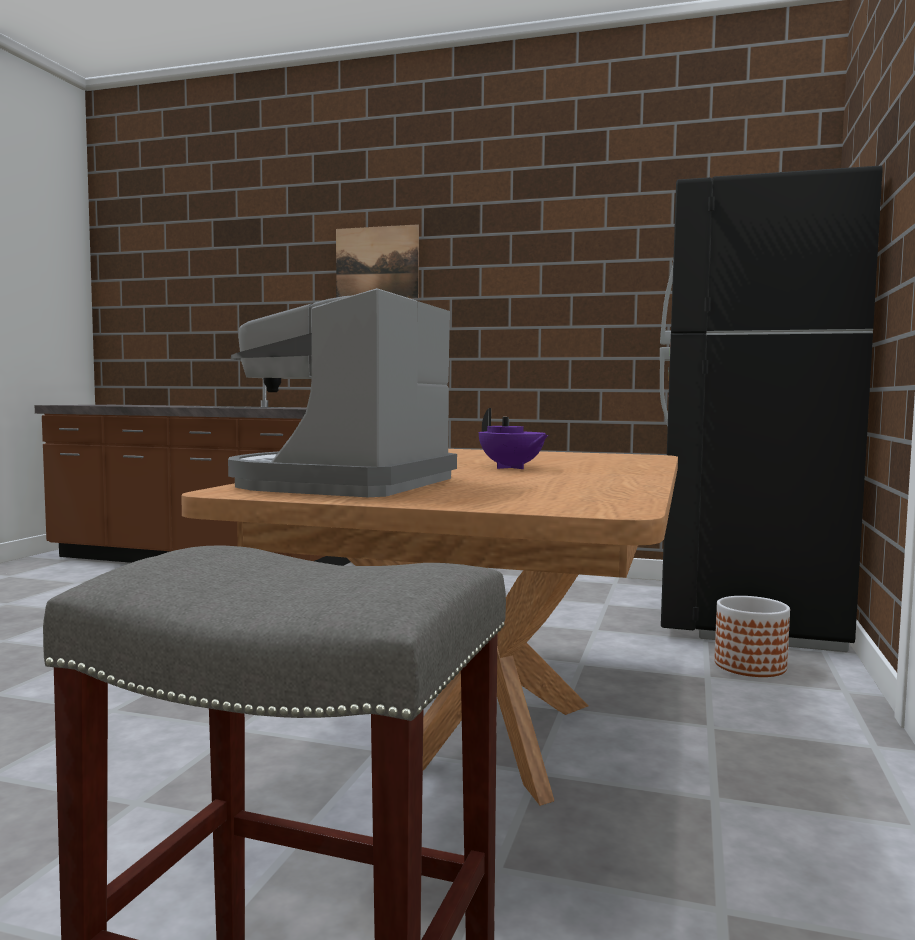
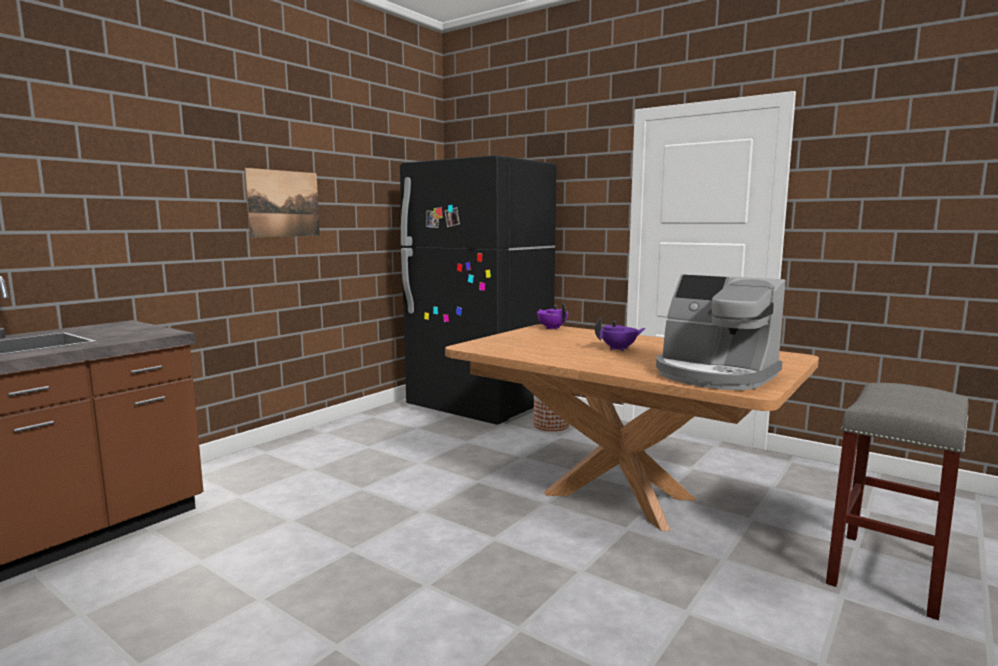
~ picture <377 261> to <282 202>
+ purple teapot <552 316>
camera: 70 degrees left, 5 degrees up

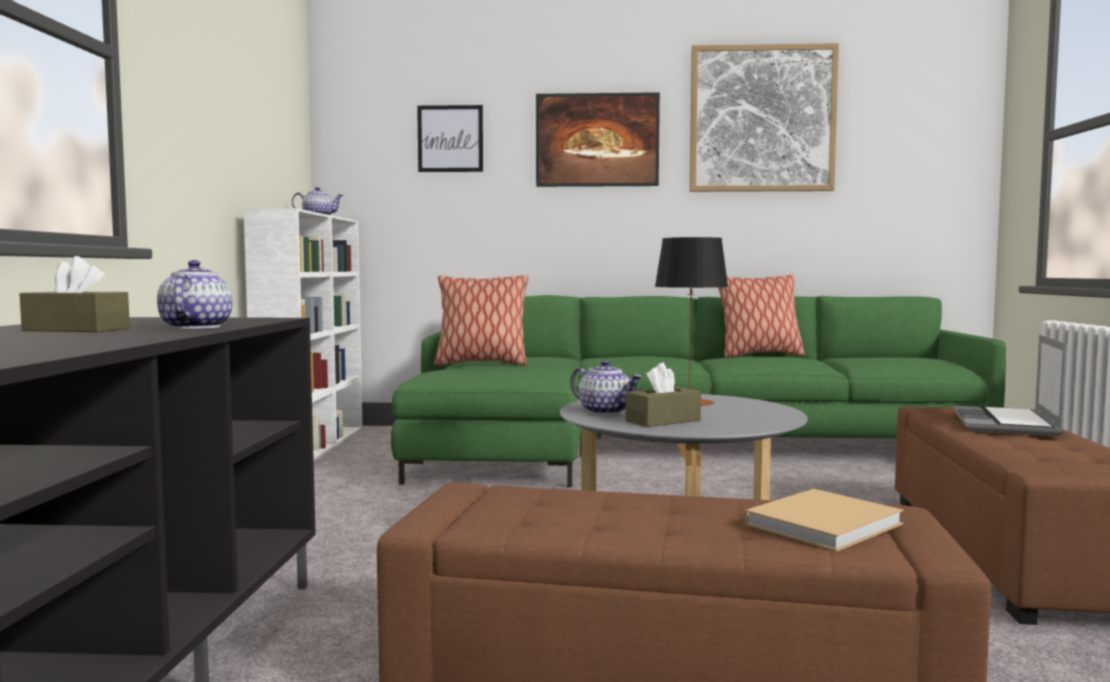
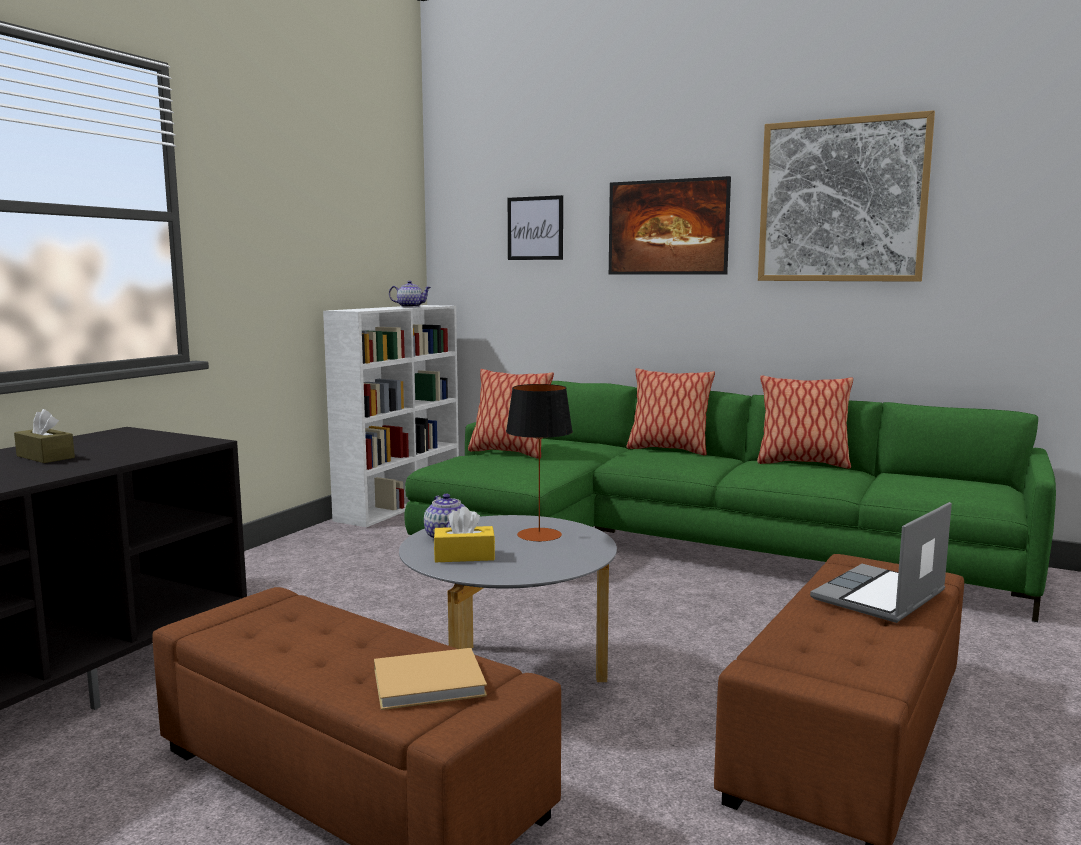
- teapot <195 294>
~ brown tissue box <663 394> to yellow tissue box <464 534>
+ pillow <671 411>
camera: 25 degrees right, 5 degrees up

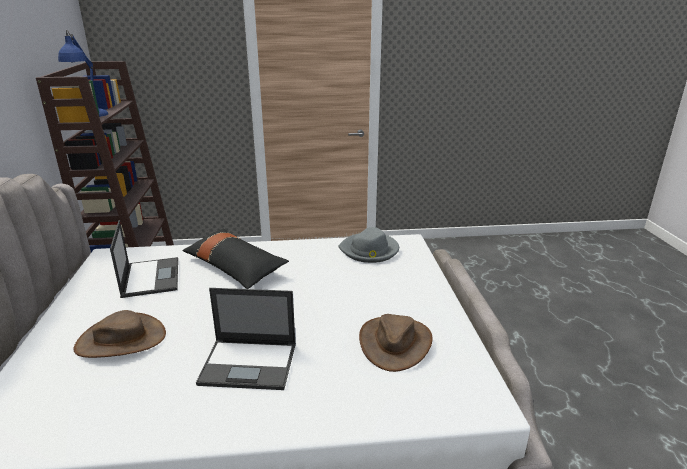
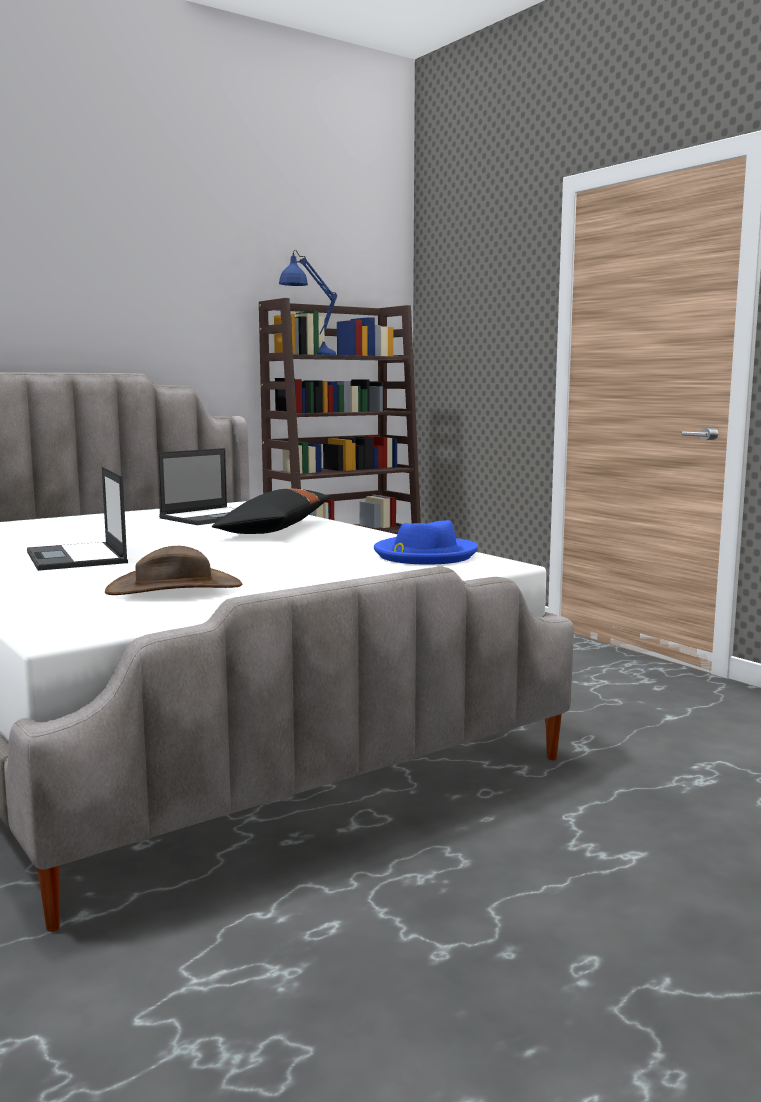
- brown hat <120 334>
~ grey hat <368 245> to blue hat <426 542>
camera: 60 degrees right, 15 degrees down

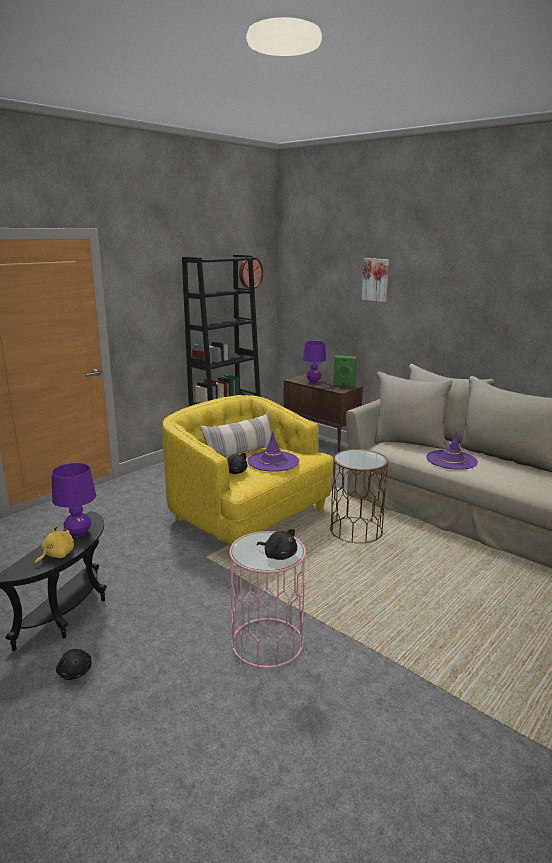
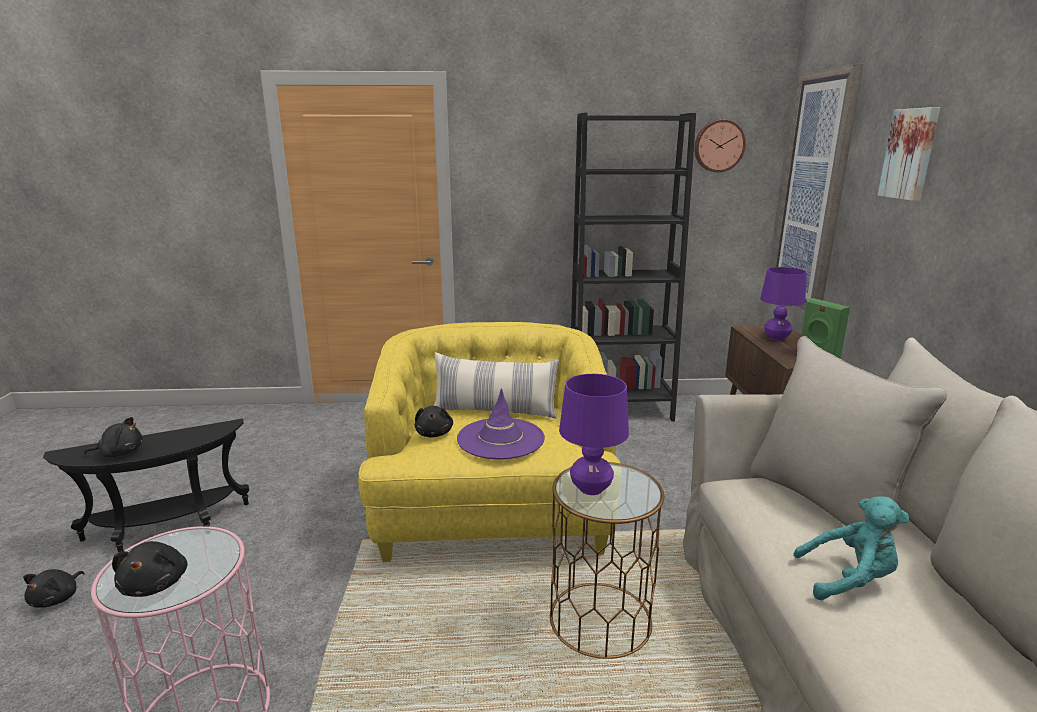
~ yellow plush toy <54 545> to black plush toy <113 437>
~ purple table lamp <73 500> to <594 434>
~ purple hat <452 451> to turquoise plush toy <851 548>
+ picture <818 187>
camera: 45 degrees right, 0 degrees up

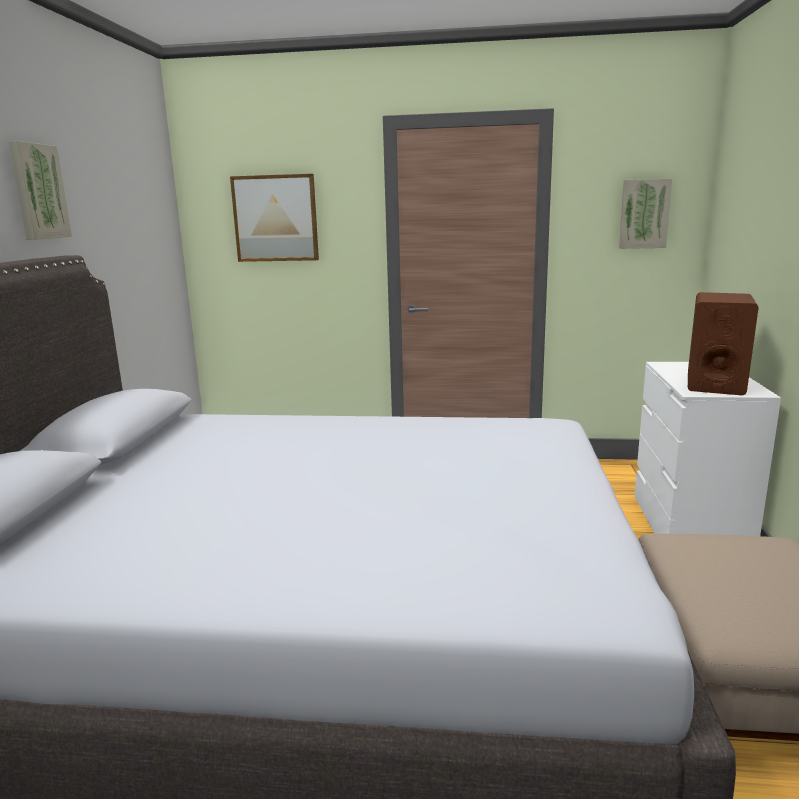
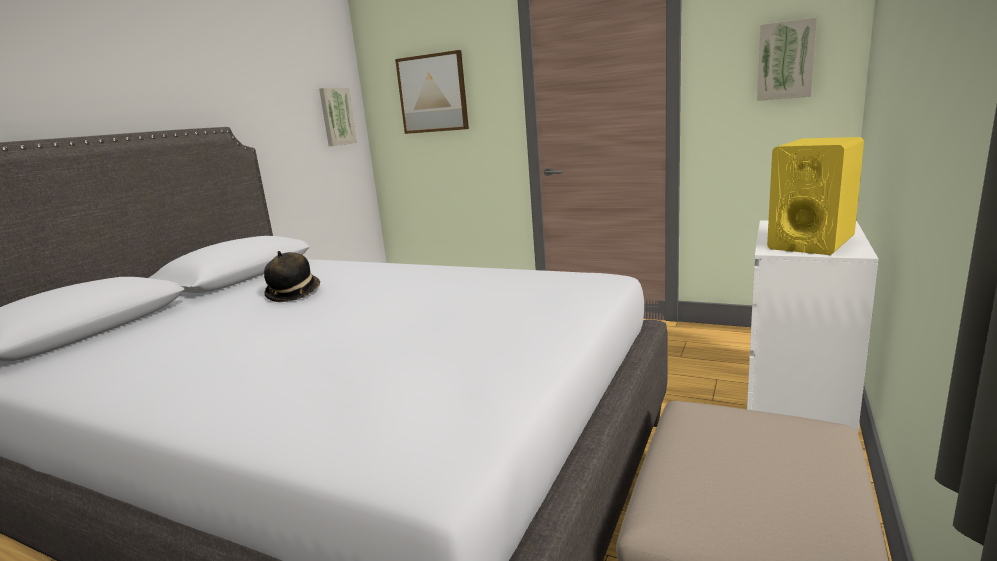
~ picture <40 190> to <338 117>
~ brown speaker <723 343> to yellow speaker <815 196>
+ hat <292 276>
camera: 20 degrees right, 0 degrees up

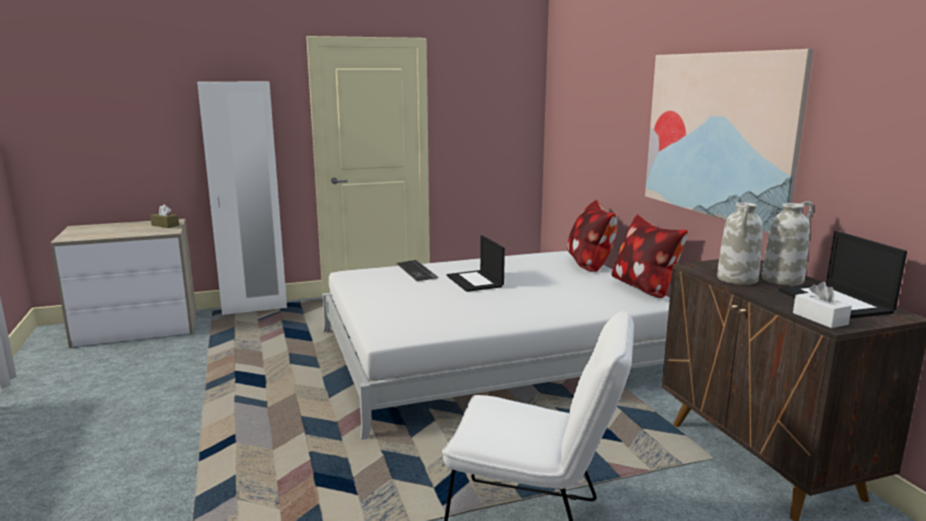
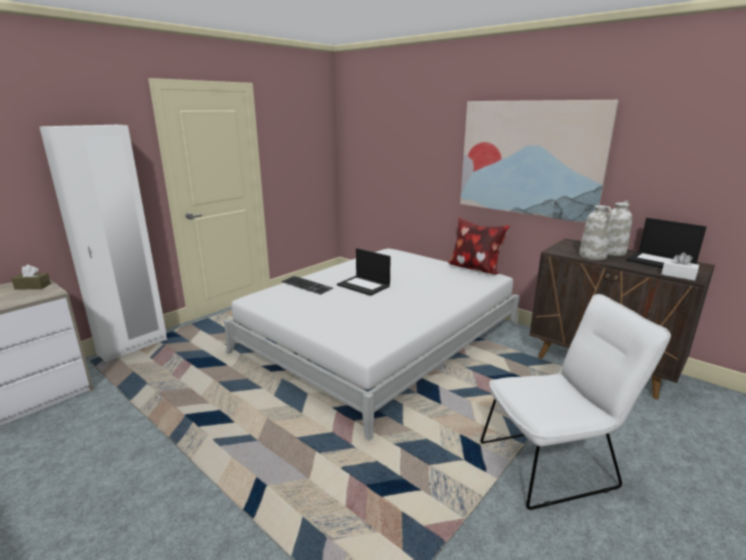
- pillow <592 236>
camera: 30 degrees left, 5 degrees up

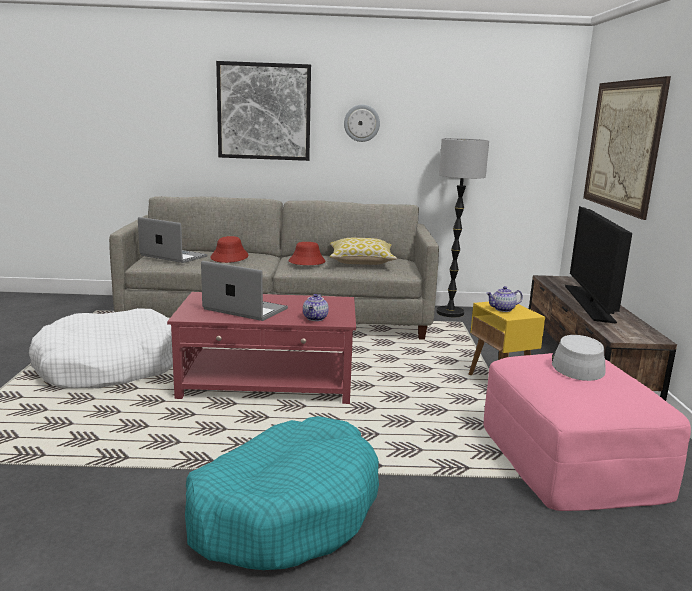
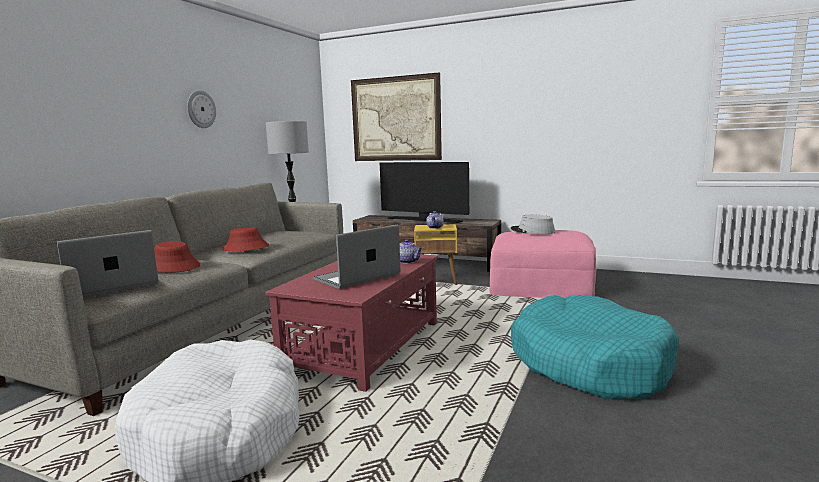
- picture <263 111>
- pillow <363 251>
camera: 65 degrees left, 5 degrees down

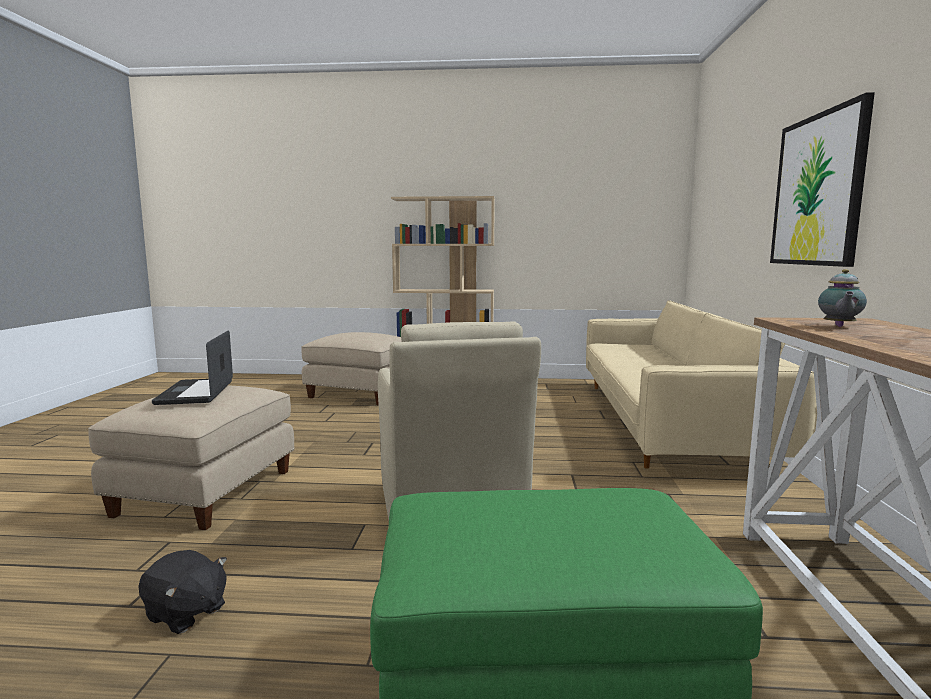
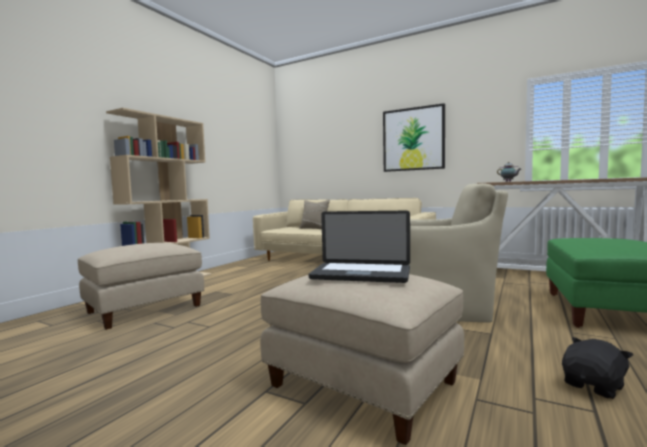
+ beige pillow <314 214>
camera: 65 degrees left, 5 degrees down

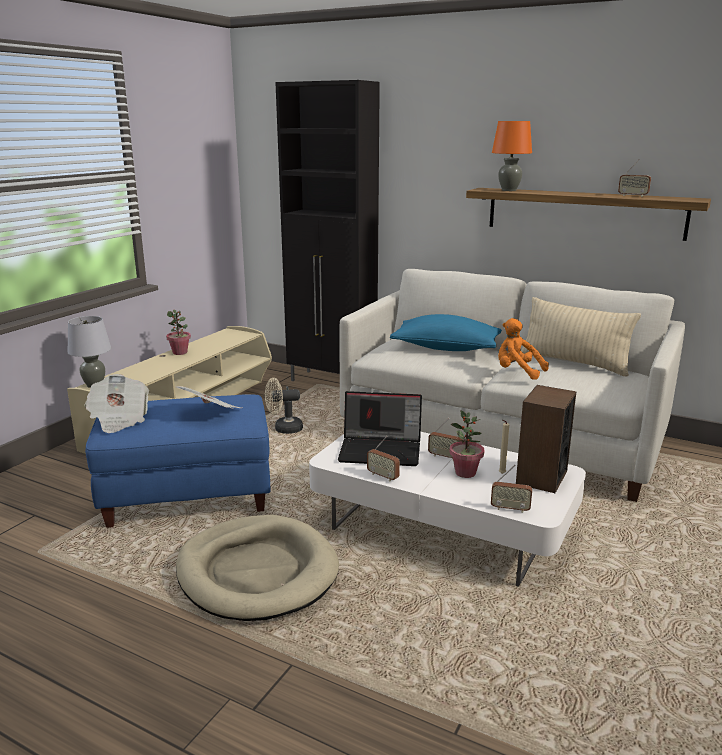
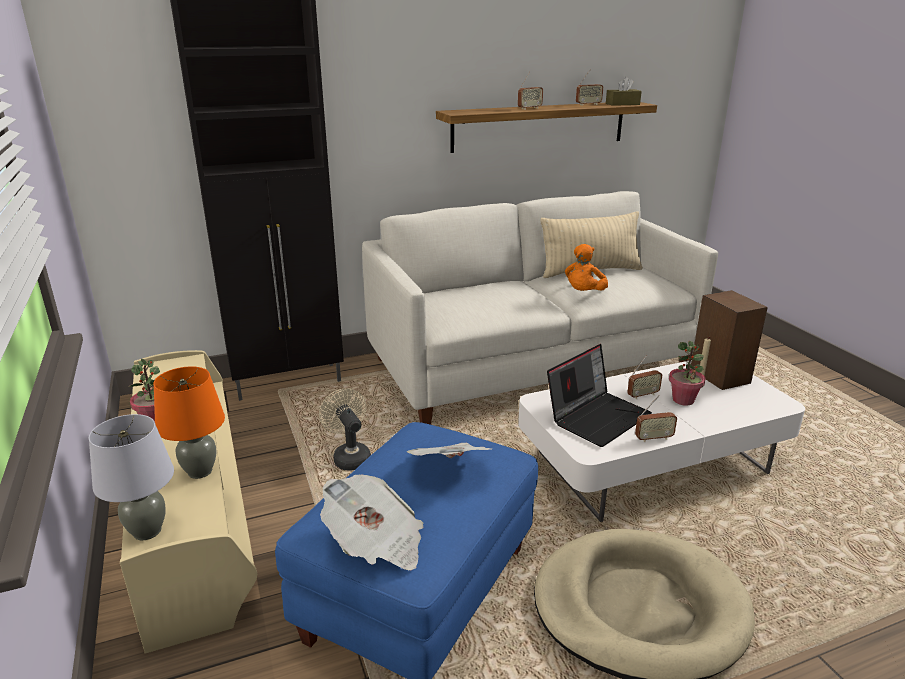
~ beige fan <284 406> = <345 429> 120 degrees clockwise
- blue pillow <446 332>
~ radio <511 489> to <530 91>
~ orange table lamp <512 156> to <189 422>
~ orange plush toy <523 349> = <586 267> 45 degrees counterclockwise
+ brown tissue box <624 91>
camera: 50 degrees left, 5 degrees up

